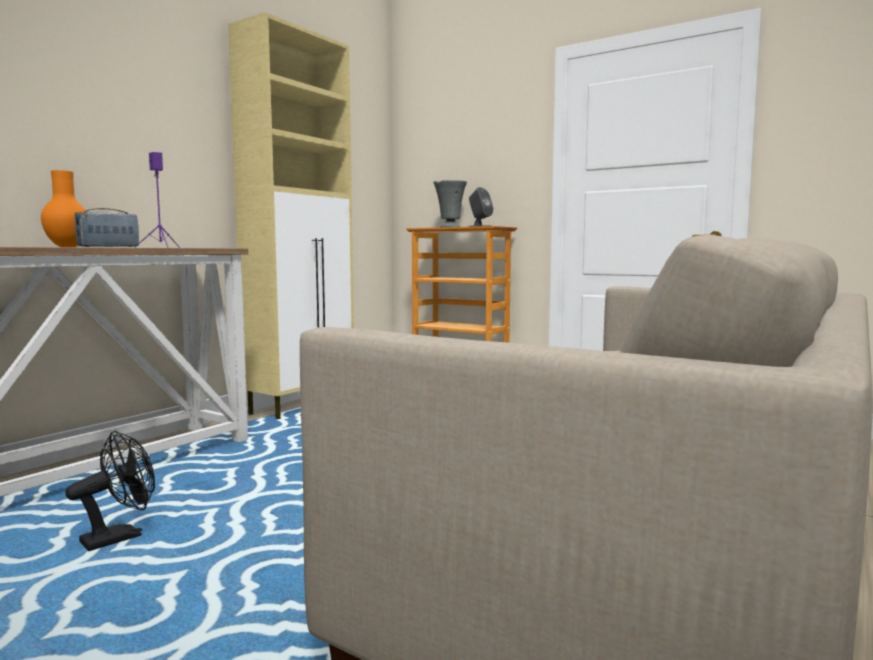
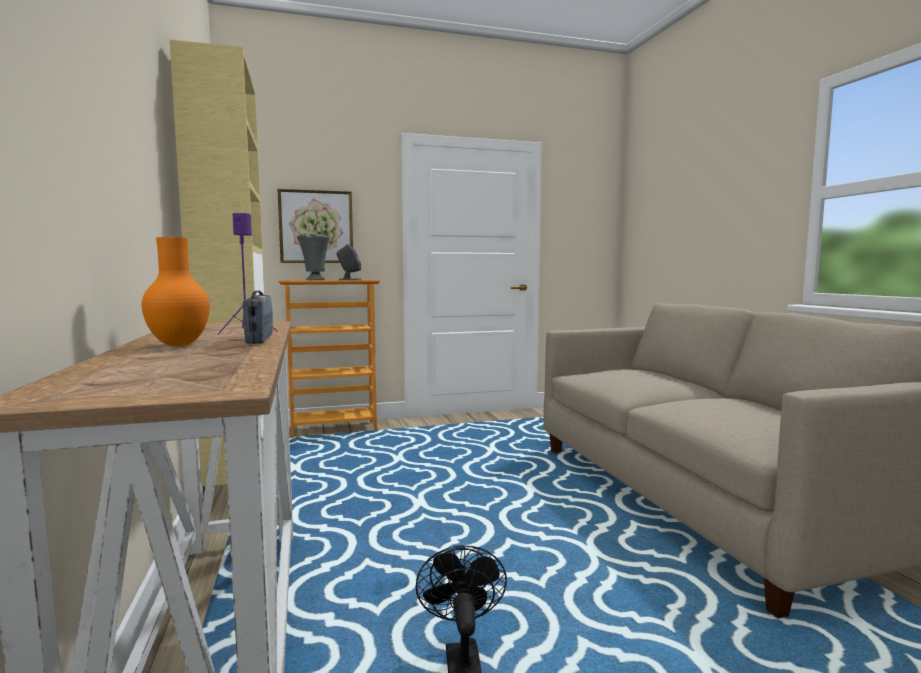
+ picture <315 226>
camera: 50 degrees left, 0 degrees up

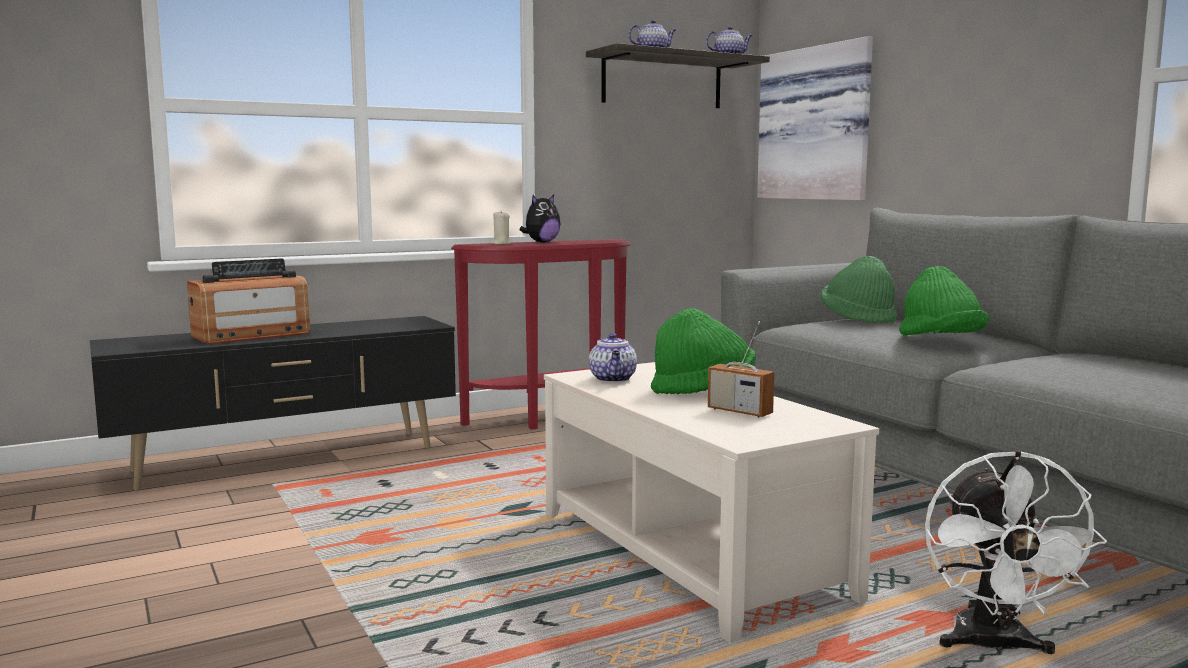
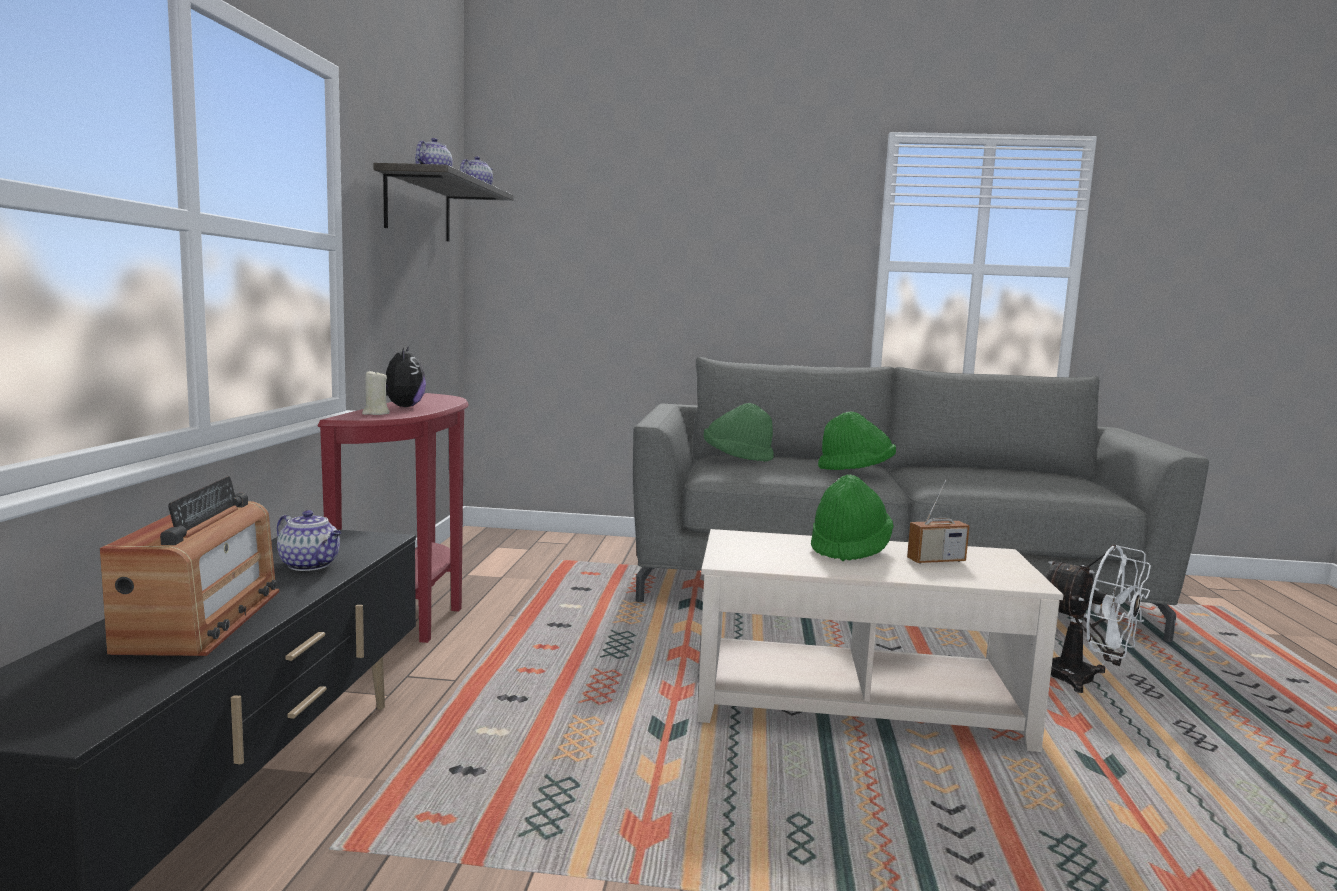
~ teapot <613 358> to <309 540>
- picture <815 118>
camera: 55 degrees left, 0 degrees up

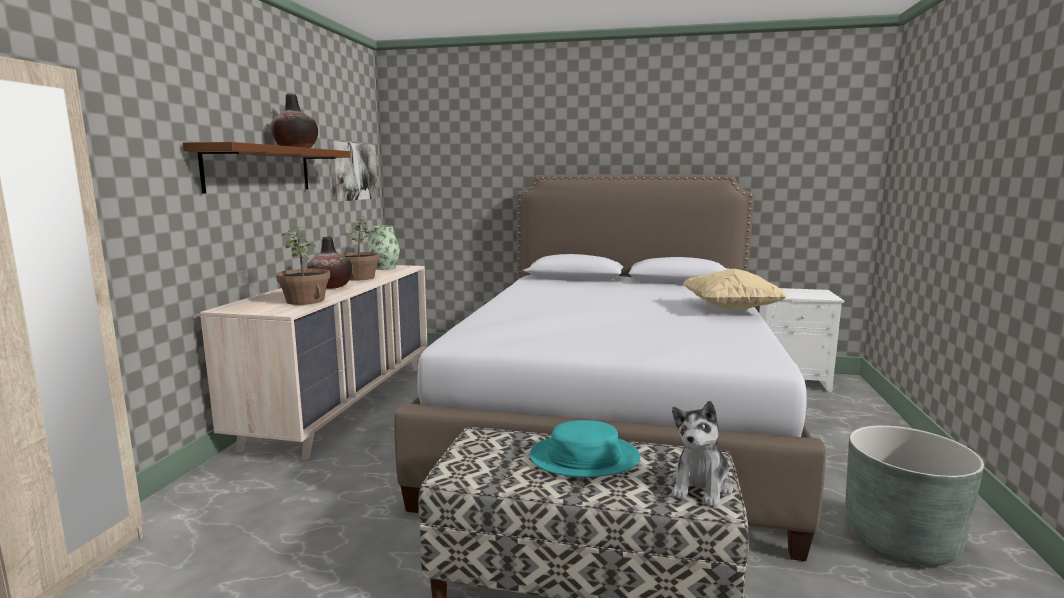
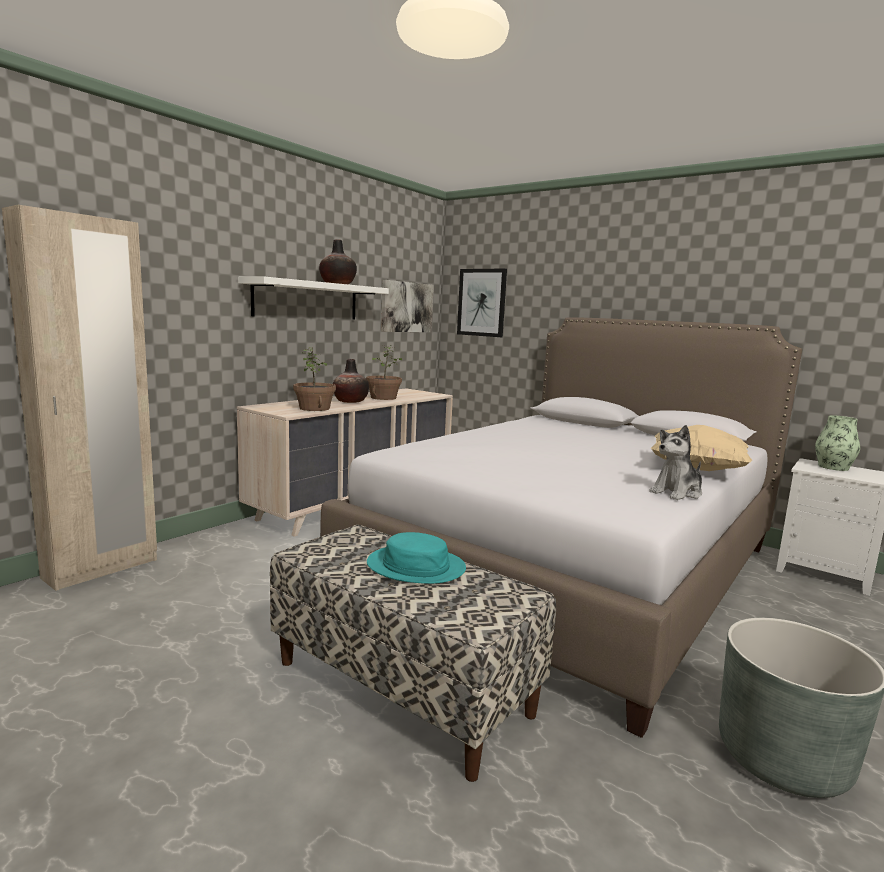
~ brown shelf <266 167> to white shelf <313 298>
~ vase <384 248> to <837 443>
~ plush toy <702 454> to <675 462>
+ picture <482 302>
camera: 25 degrees right, 0 degrees up

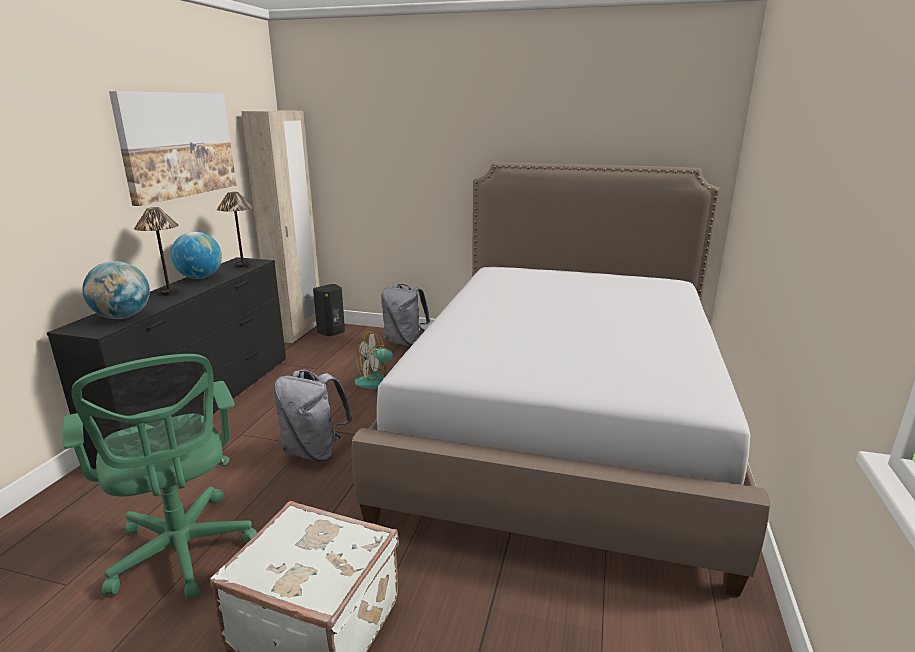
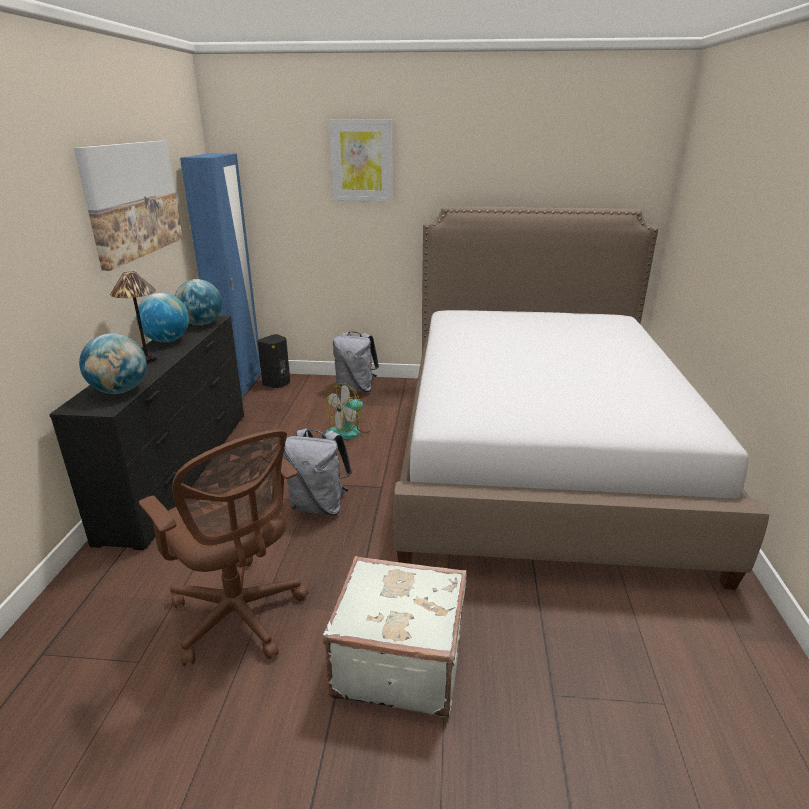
~ green office chair <160 477> to brown office chair <223 547>
~ table lamp <235 230> to globe <198 302>
~ beige wardrobe <280 227> to blue wardrobe <220 275>
+ picture <361 161>
camera: 10 degrees left, 5 degrees up

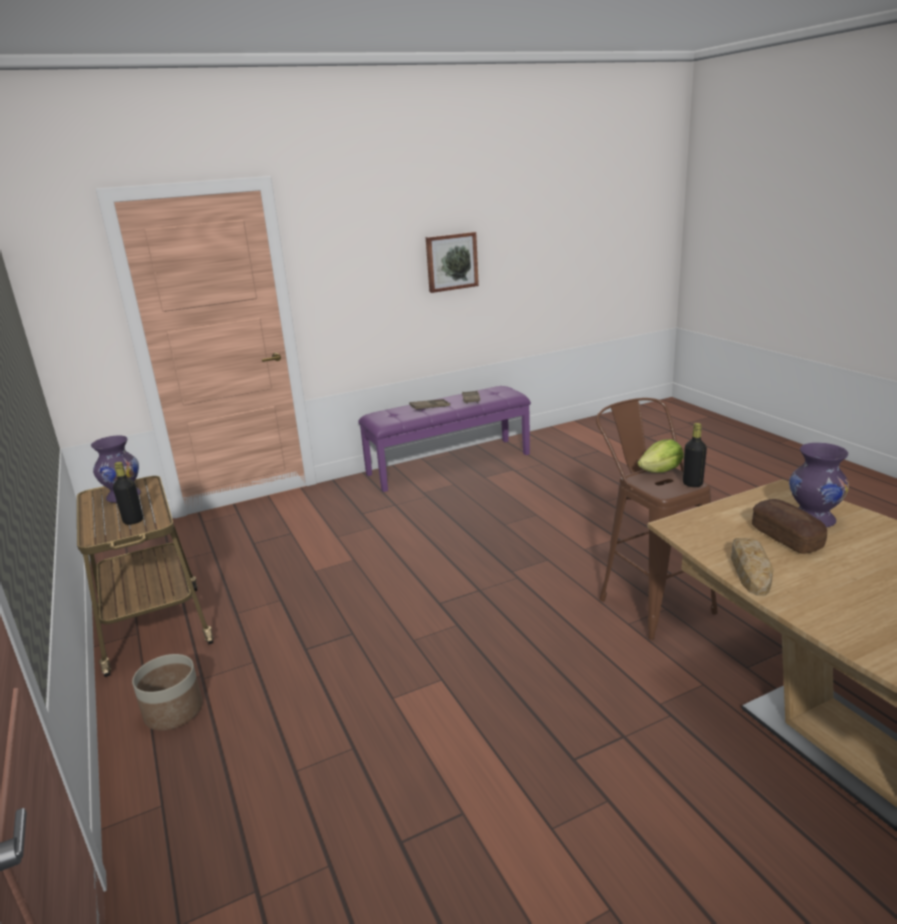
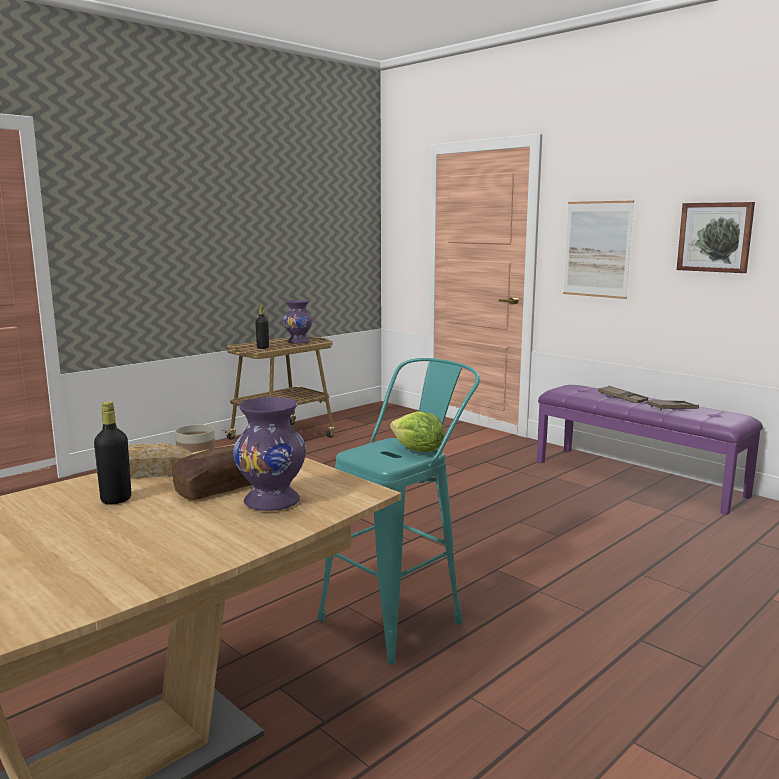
~ brown stool <657 519> to turquoise stool <398 511>
~ black bottle <695 455> to <112 453>
+ picture <598 249>
camera: 70 degrees right, 10 degrees down

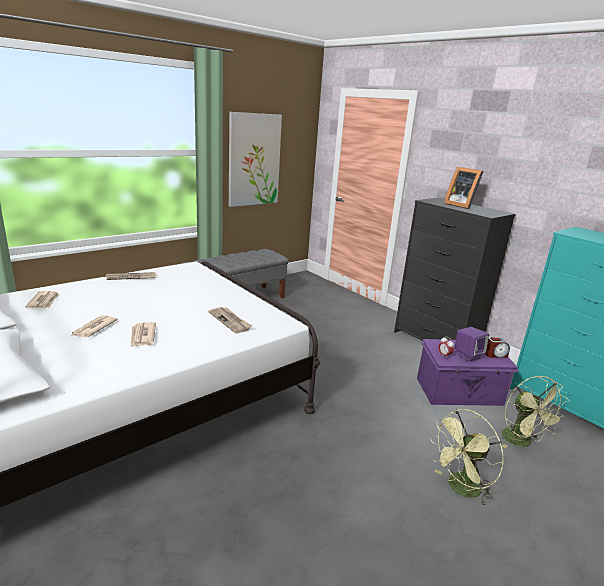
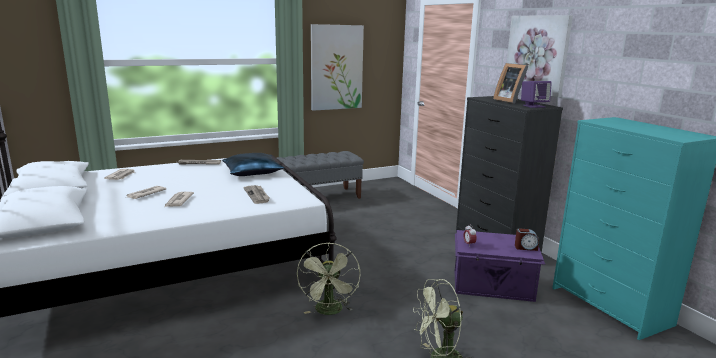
~ purple speaker <472 344> to <536 94>
~ green fan <536 412> to <328 279>
+ blue pillow <253 164>
+ picture <540 56>
camera: 15 degrees right, 5 degrees down

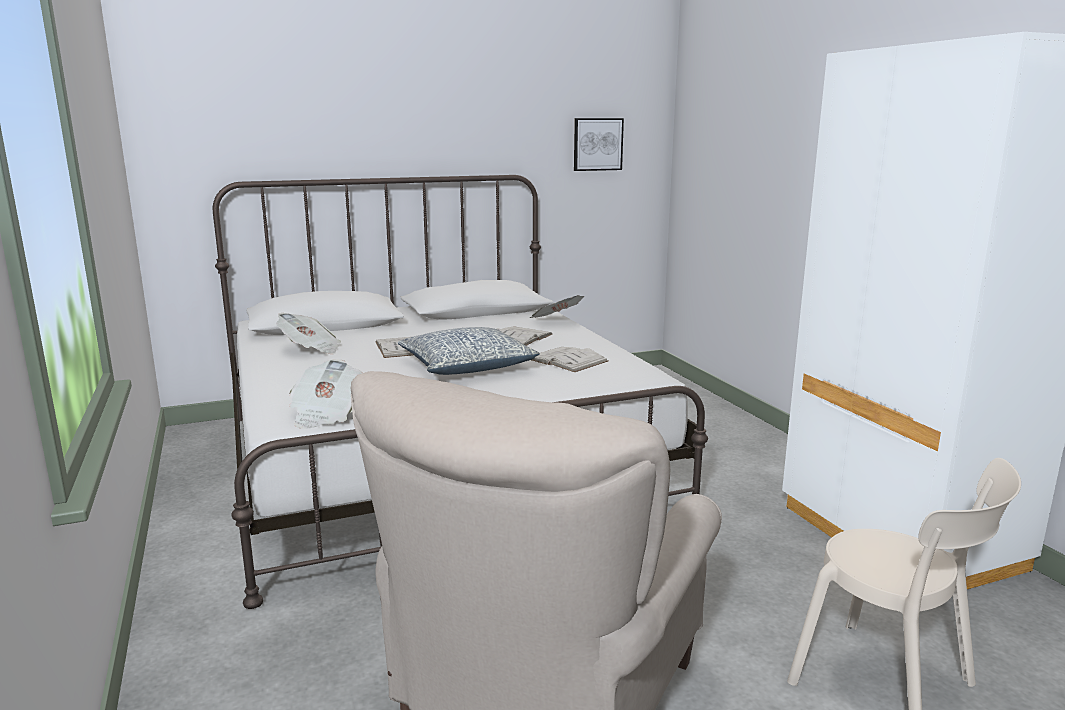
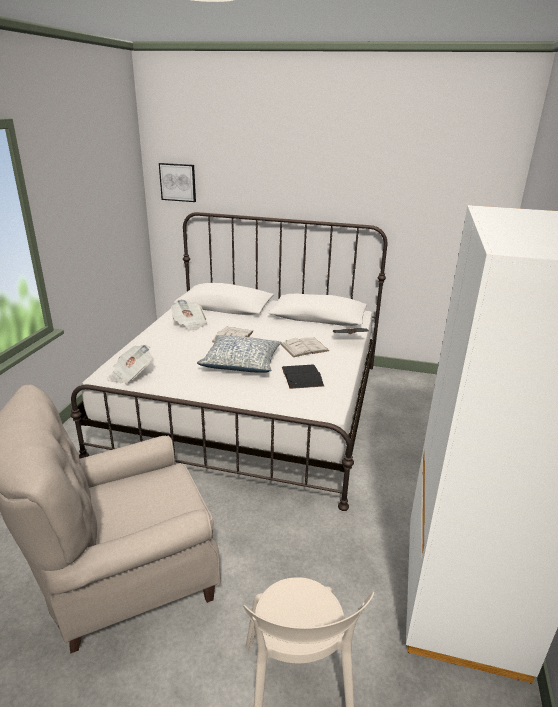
~ white book <570 359> to black book <303 376>
~ picture <599 144> to <177 182>
camera: 35 degrees right, 10 degrees up

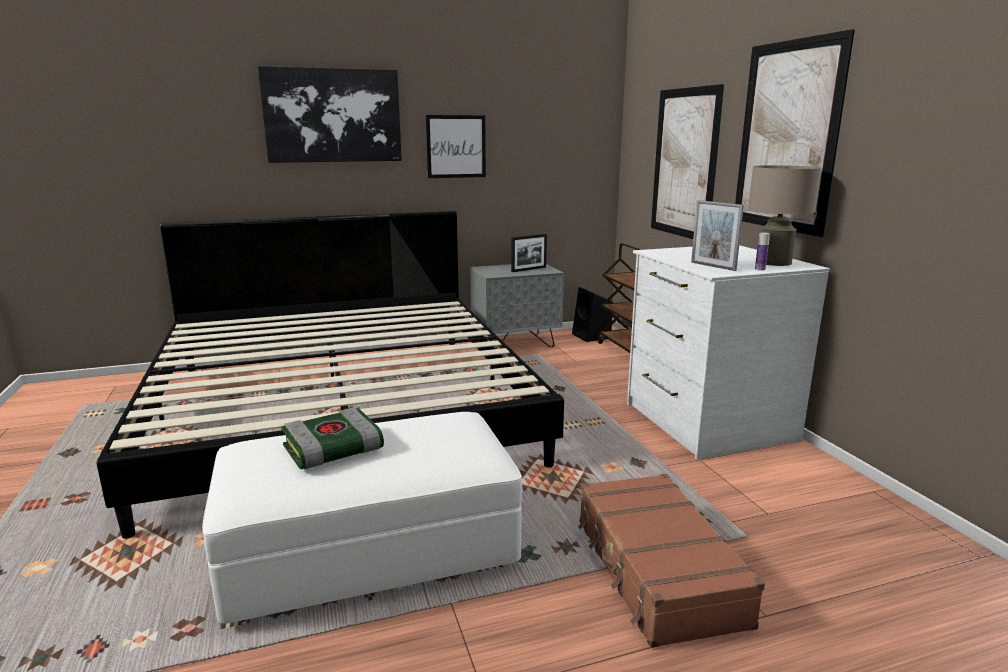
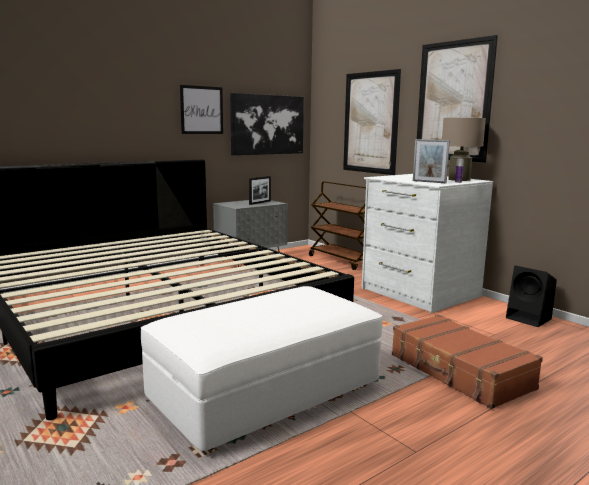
~ picture <330 114> to <267 124>
- book <332 438>
~ black speaker <592 314> to <531 296>
camera: 20 degrees left, 5 degrees down

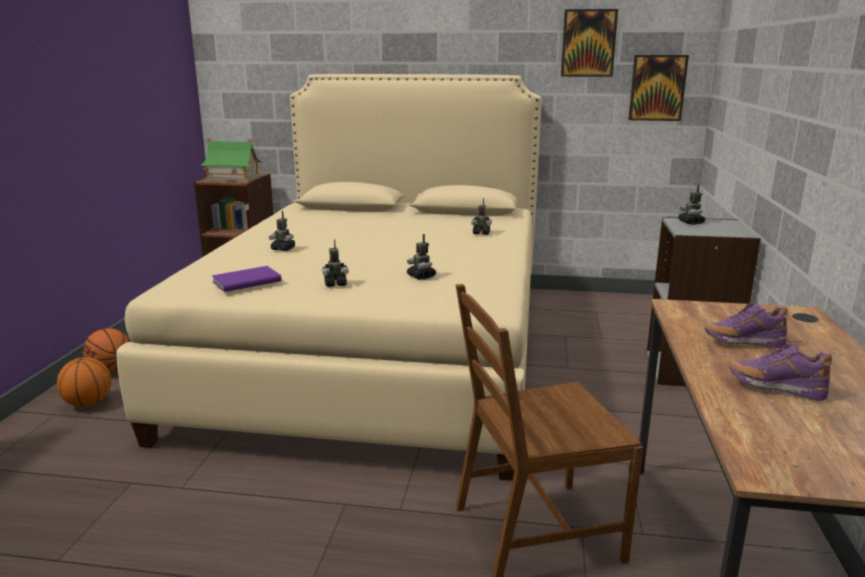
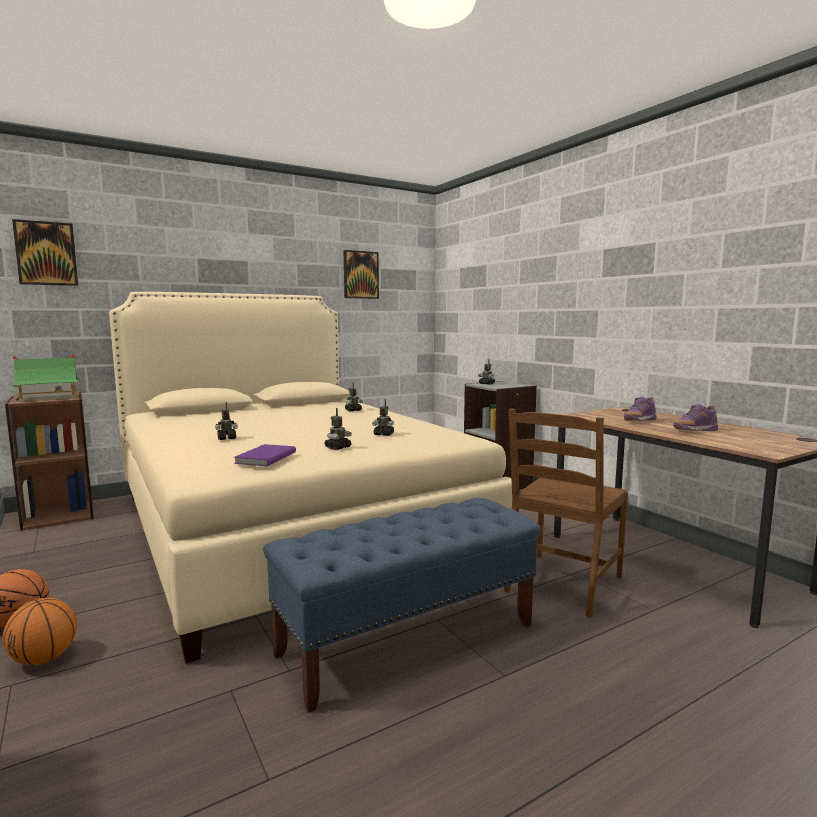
~ picture <658 88> to <45 252>
+ blue bench <402 605>
camera: 40 degrees left, 10 degrees down

